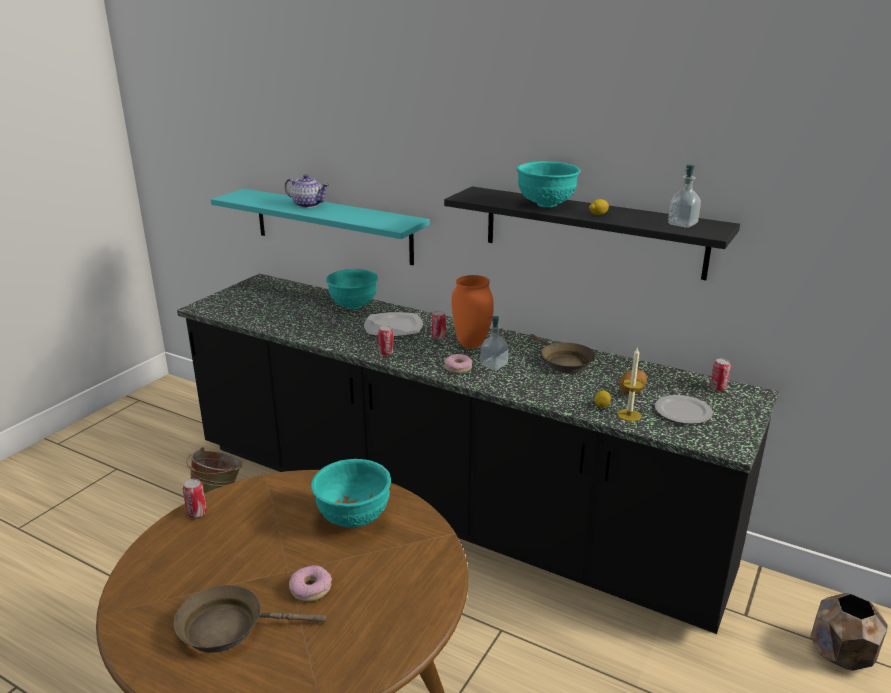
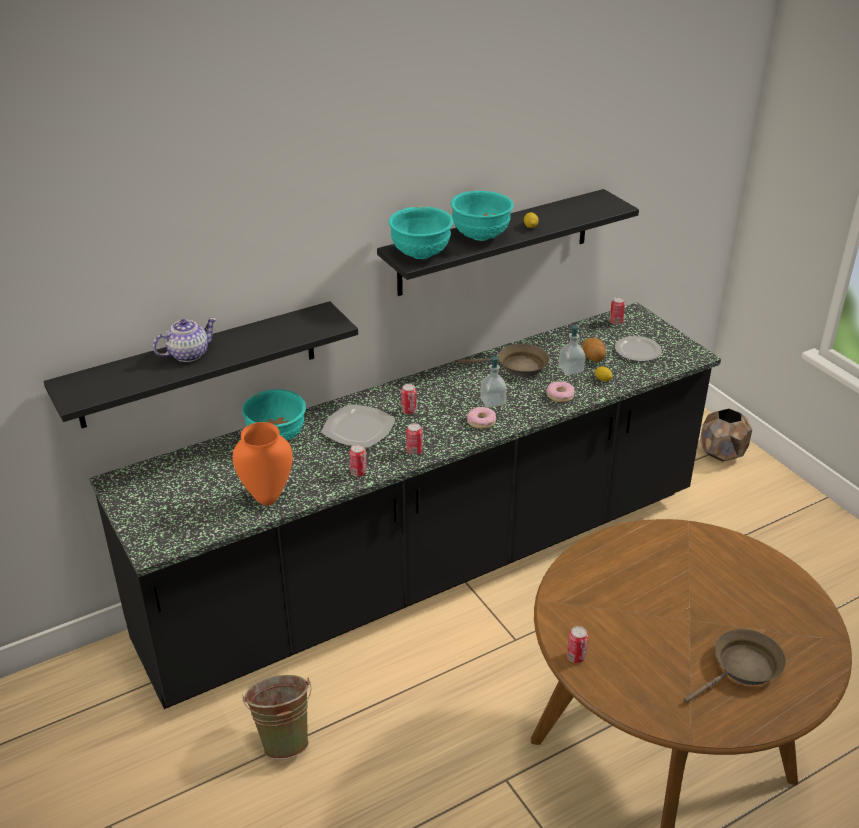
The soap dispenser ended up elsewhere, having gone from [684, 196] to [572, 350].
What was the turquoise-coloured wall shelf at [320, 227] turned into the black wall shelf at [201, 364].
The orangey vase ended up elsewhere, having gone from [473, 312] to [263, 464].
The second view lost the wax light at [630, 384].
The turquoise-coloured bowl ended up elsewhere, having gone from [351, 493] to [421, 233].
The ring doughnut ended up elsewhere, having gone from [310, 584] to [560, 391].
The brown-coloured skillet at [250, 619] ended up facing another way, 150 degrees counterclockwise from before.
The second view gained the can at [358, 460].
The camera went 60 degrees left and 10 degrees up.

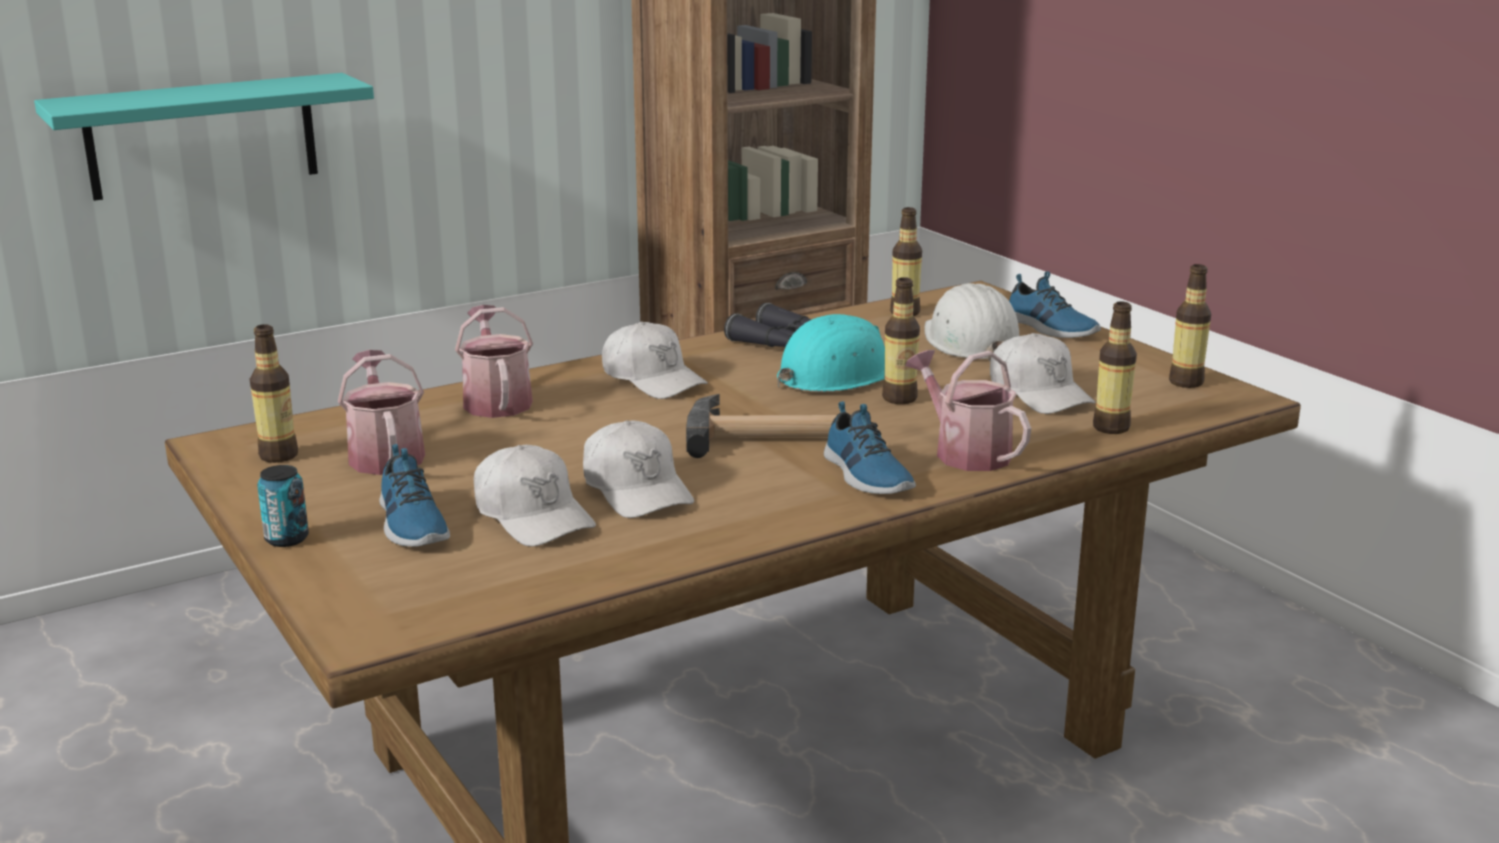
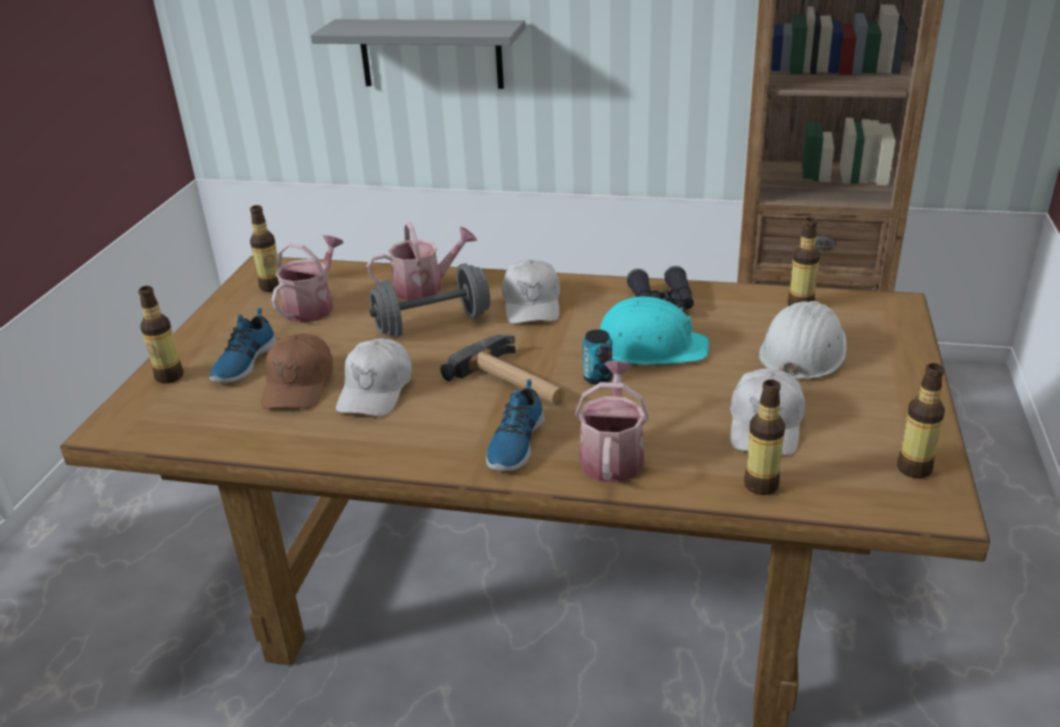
What was the turquoise-coloured wall shelf at [204, 137] turned into the grey wall shelf at [418, 54].
The second view lost the low shoe at [1055, 304].
The bottle ended up elsewhere, having gone from [901, 340] to [161, 334].
The watering can at [494, 361] ended up facing another way, 45 degrees clockwise from before.
What was the whitish baseball cap at [535, 496] turned into the brown-coloured baseball cap at [297, 371].
The can ended up elsewhere, having gone from [283, 506] to [597, 357].
The second view gained the grey free weight at [430, 300].
The camera went 45 degrees right and 10 degrees up.

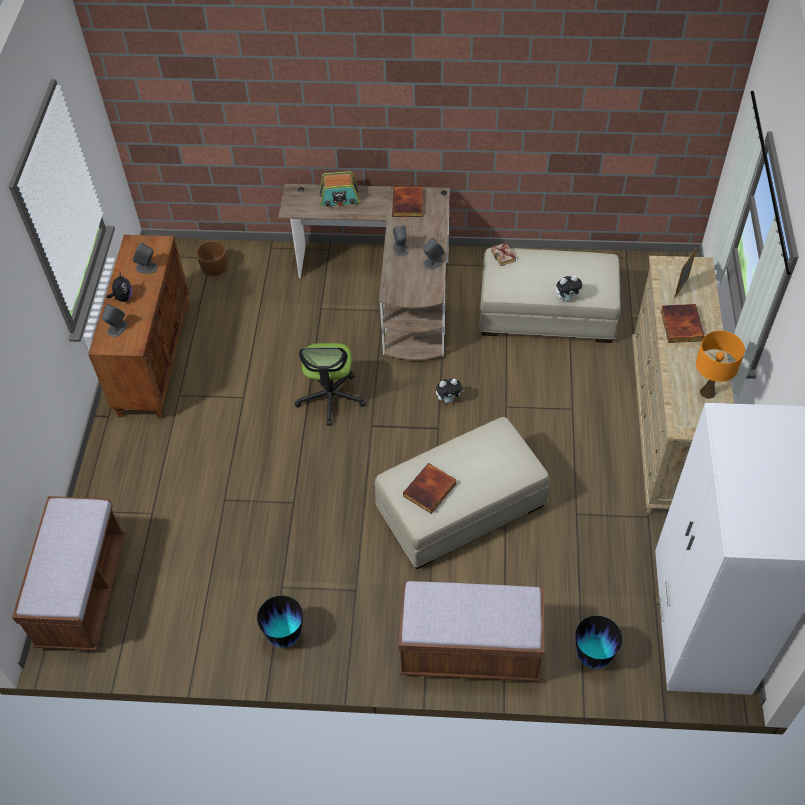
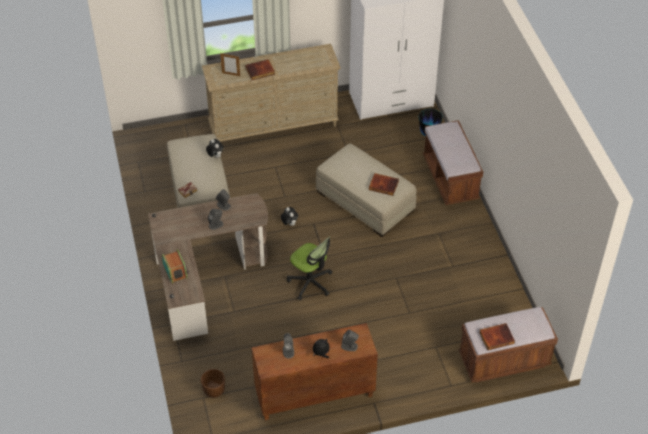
The bound book ended up elsewhere, having gone from [407, 202] to [497, 336].
The second view lost the orangey lamp for a table at [720, 365].
The desk chair at [330, 384] ended up facing another way, 60 degrees clockwise from before.
The second view lost the vase at [280, 622].
The camera went 110 degrees left and 5 degrees down.

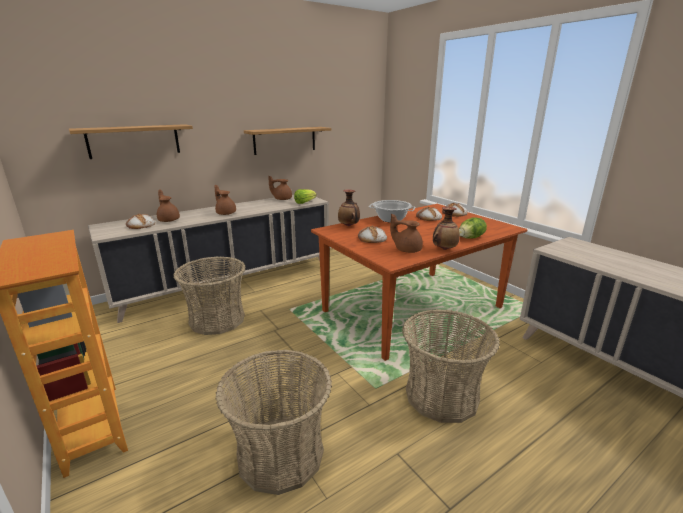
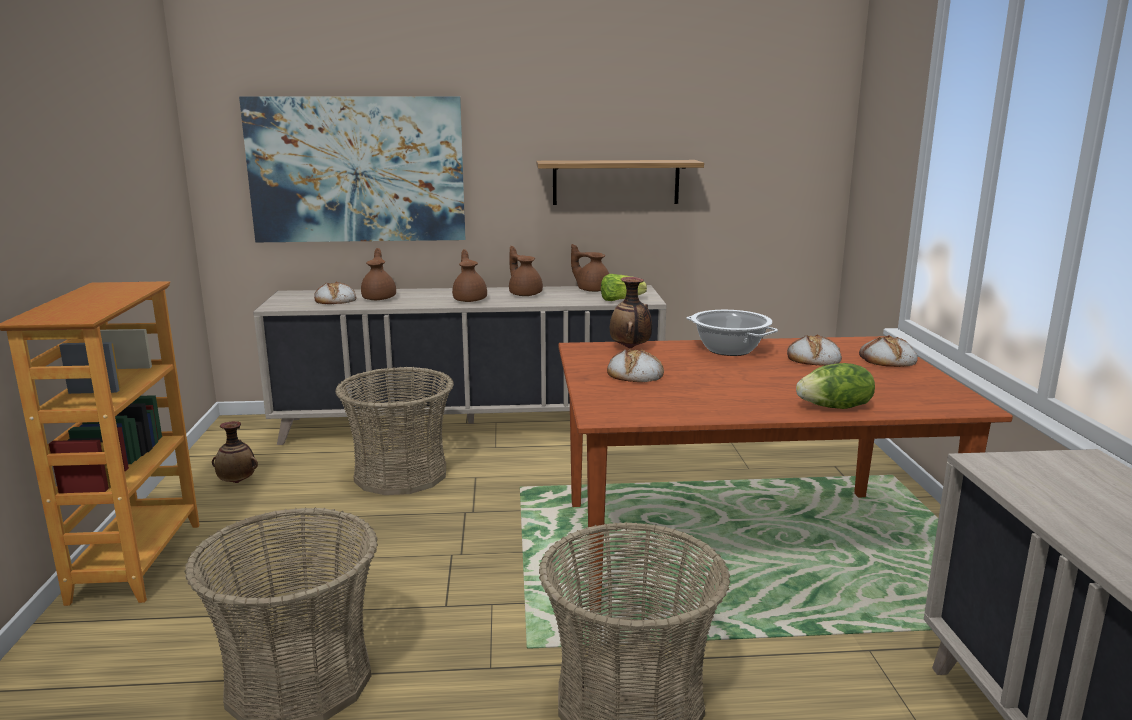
Where the wall shelf hung at [131, 141], the wall picture came to hang at [352, 169].
The vase ended up elsewhere, having gone from [446, 228] to [235, 452].
The brown-coloured pot for tea ended up elsewhere, having gone from [406, 233] to [526, 271].
The camera went 30 degrees right and 5 degrees down.

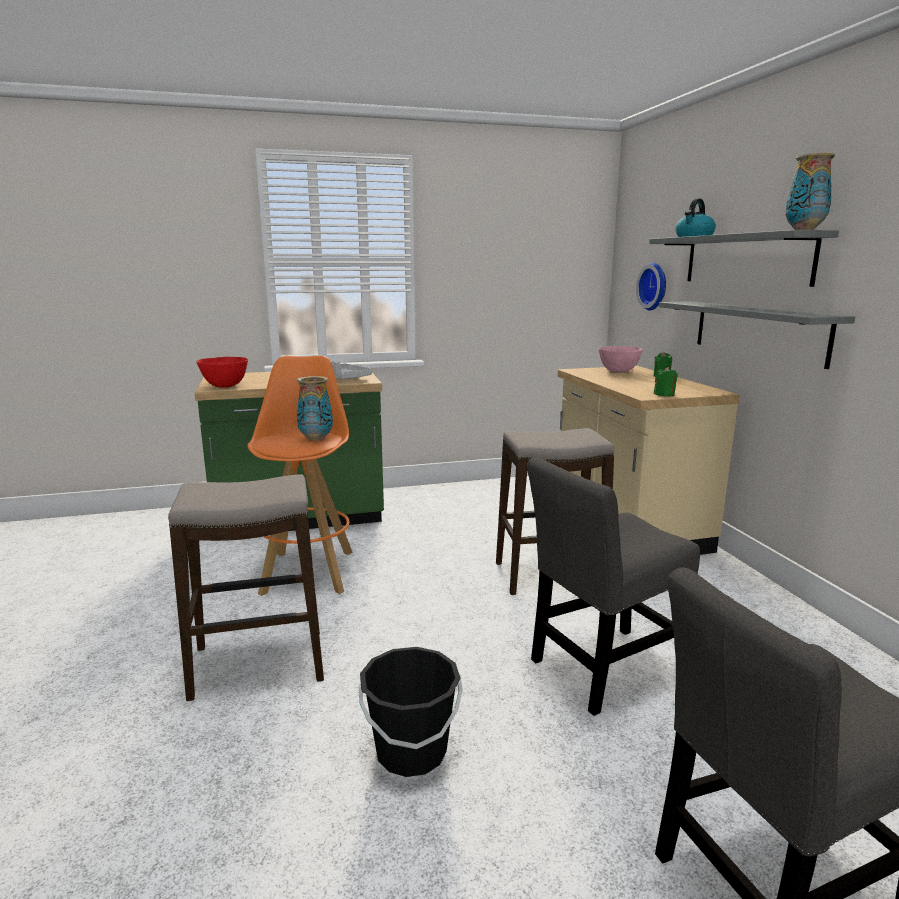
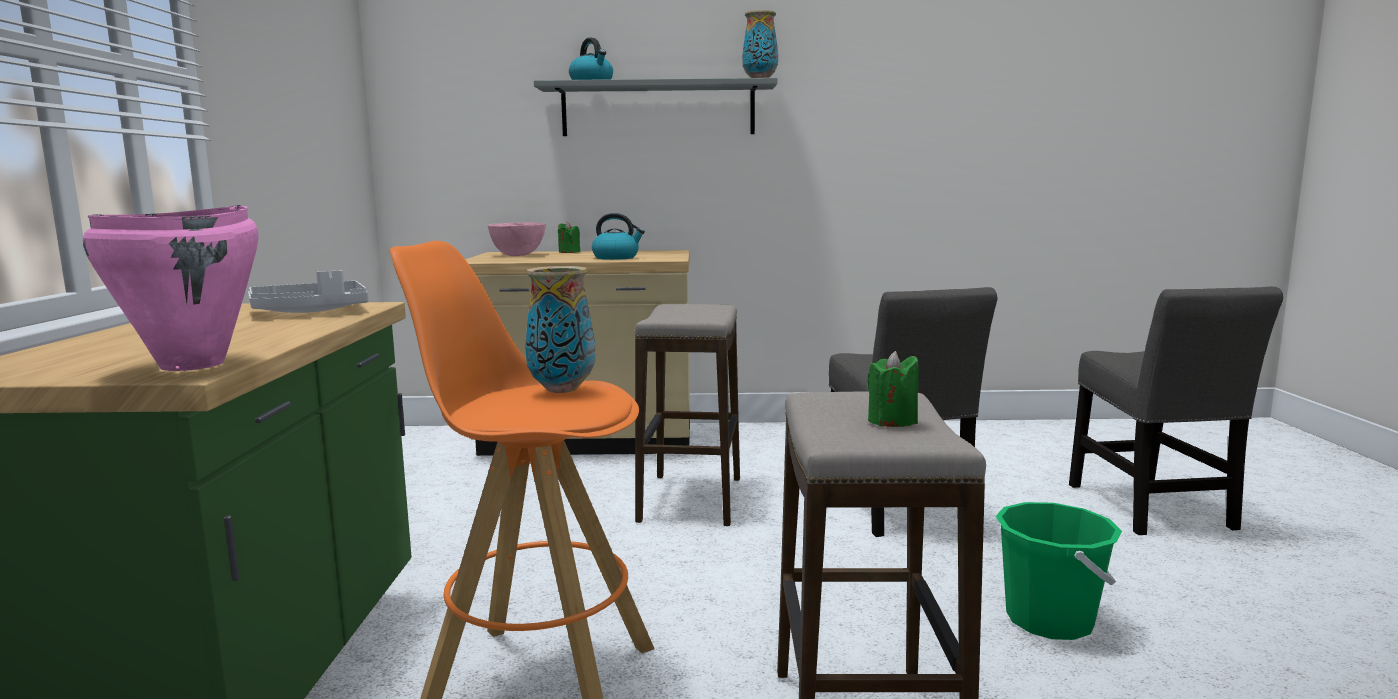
The second view lost the wall clock at [651, 286].
The second view lost the grey wall shelf at [757, 335].
Where the red-coloured bowl stood at [222, 372], the pinkish stockpot came to stand at [171, 288].
The greenish wax light ended up elsewhere, having gone from [666, 382] to [893, 389].
What was the black pail at [410, 712] turned into the greenish pail at [1058, 571].
The second view gained the kettle at [618, 236].
The camera went 75 degrees left and 5 degrees down.

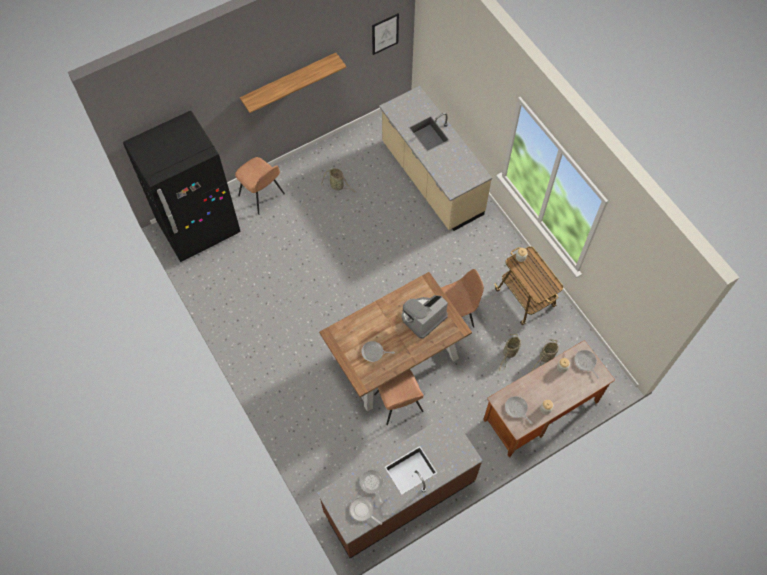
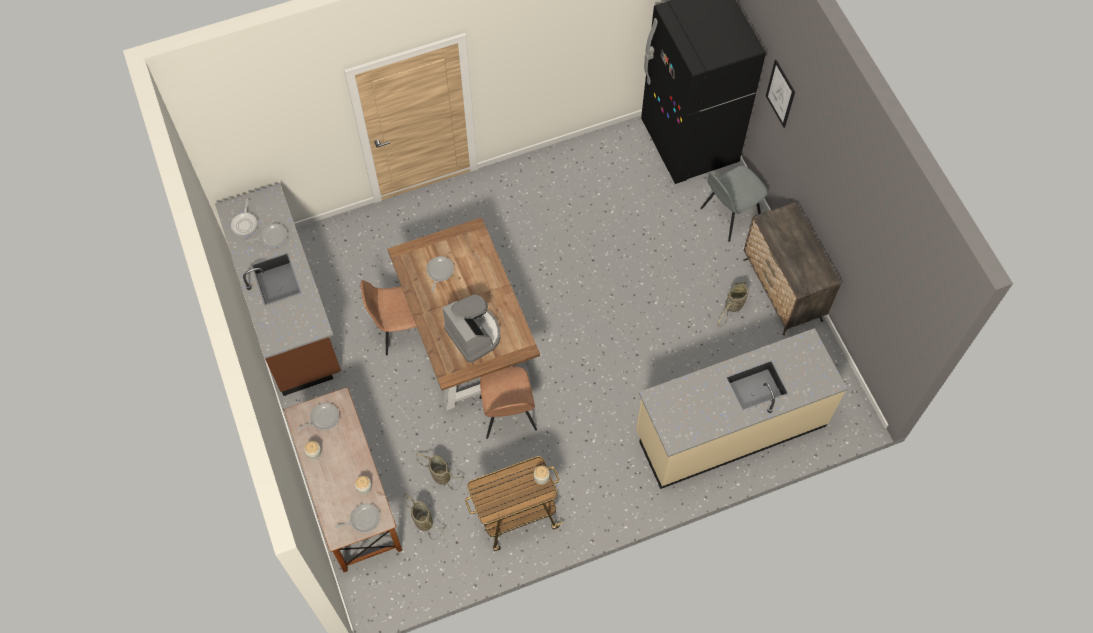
The wall picture ended up elsewhere, having gone from [385, 34] to [780, 93].
The second view lost the wall shelf at [293, 83].
What was the brown-coloured upright chair at [260, 186] turned into the grey upright chair at [734, 204].
The skillet at [365, 511] ended up facing another way, 135 degrees clockwise from before.
The second view gained the chest of drawers at [792, 269].
The camera went 100 degrees right and 0 degrees up.

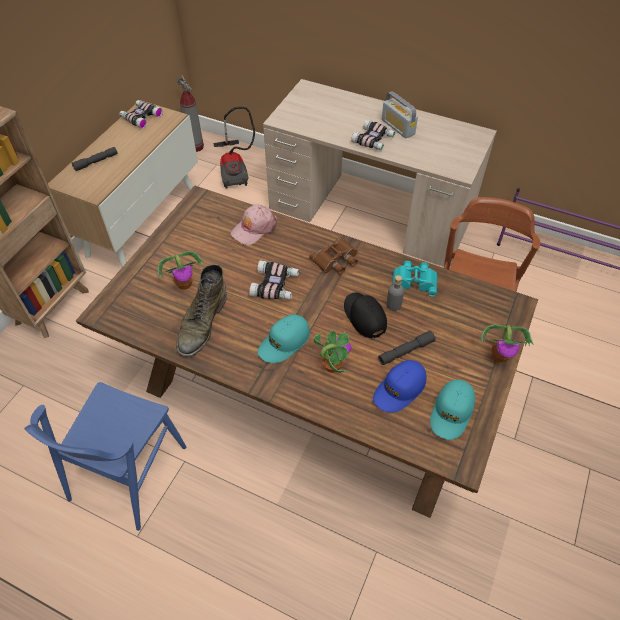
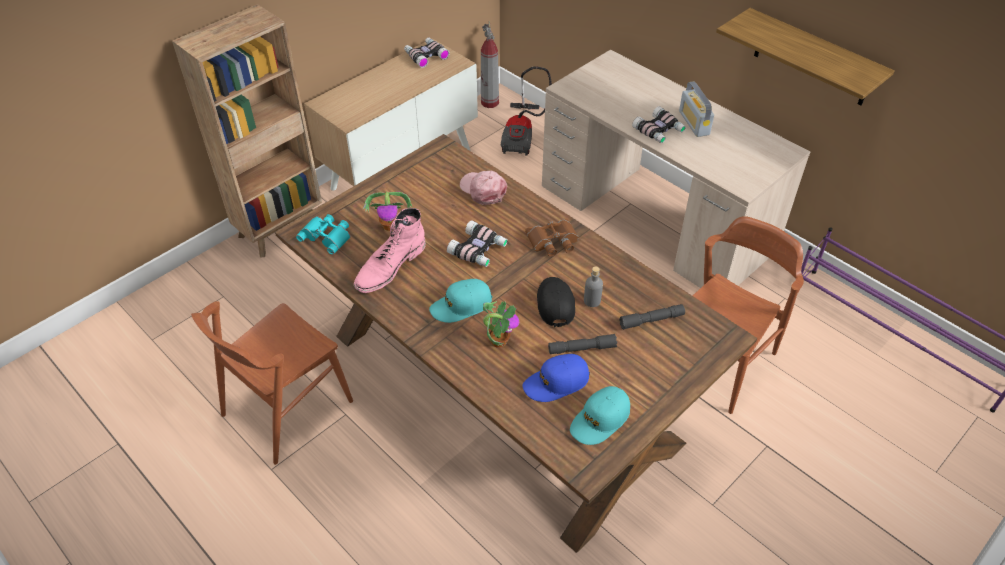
The grey flashlight ended up elsewhere, having gone from [95, 159] to [652, 317].
The pinkish baseball cap at [254, 224] ended up facing another way, 75 degrees clockwise from before.
The turquoise-coloured pair of binoculars ended up elsewhere, having gone from [414, 279] to [323, 234].
What was the greenish high-top boot at [201, 310] turned into the pinkish high-top boot at [390, 250].
The second view lost the plant in a pot at [507, 343].
What was the blue-coloured upright chair at [105, 456] turned into the brown-coloured upright chair at [272, 383].
The second view gained the wall shelf at [805, 57].
The camera went 20 degrees right and 5 degrees down.

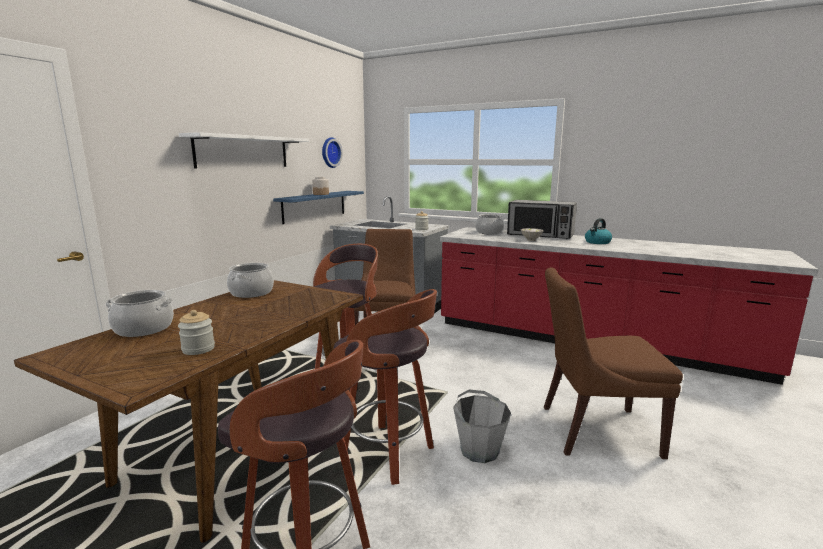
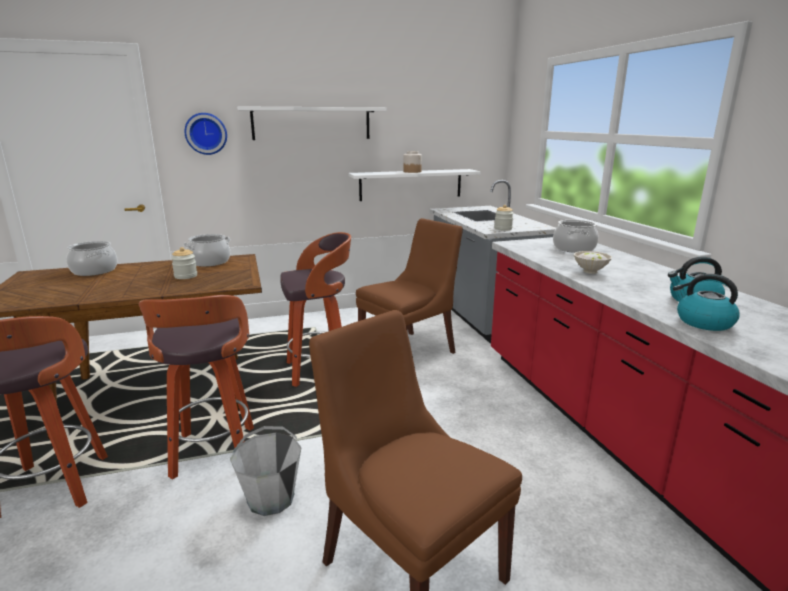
The wall clock ended up elsewhere, having gone from [332, 152] to [205, 134].
What was the blue-coloured wall shelf at [318, 207] turned into the whitish wall shelf at [414, 185].
The second view lost the microwave at [542, 219].
The preserve jar ended up elsewhere, having gone from [196, 332] to [184, 263].
The second view gained the kettle at [706, 302].
The camera went 45 degrees right and 5 degrees up.

